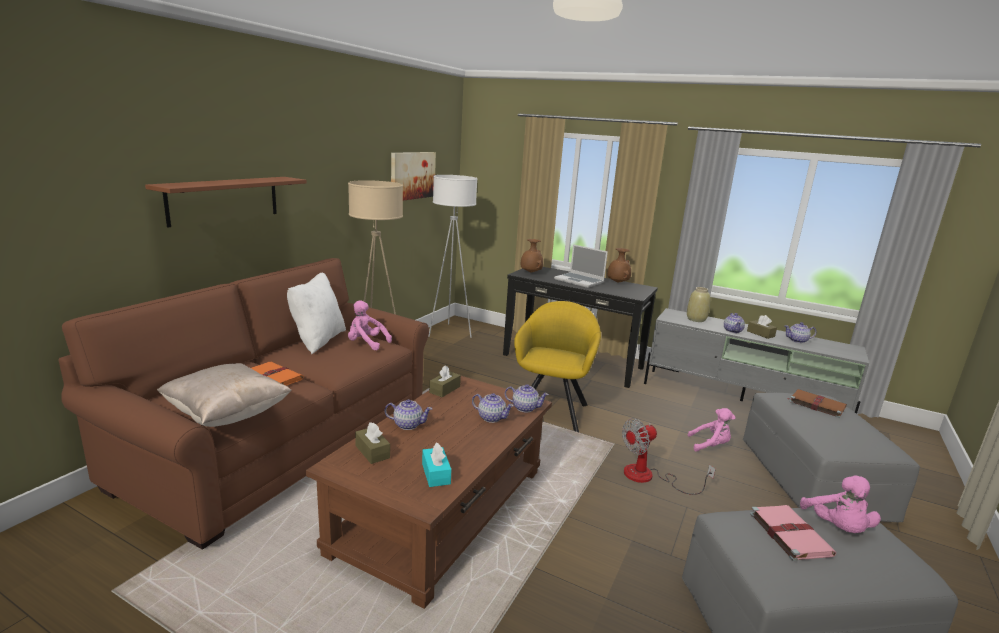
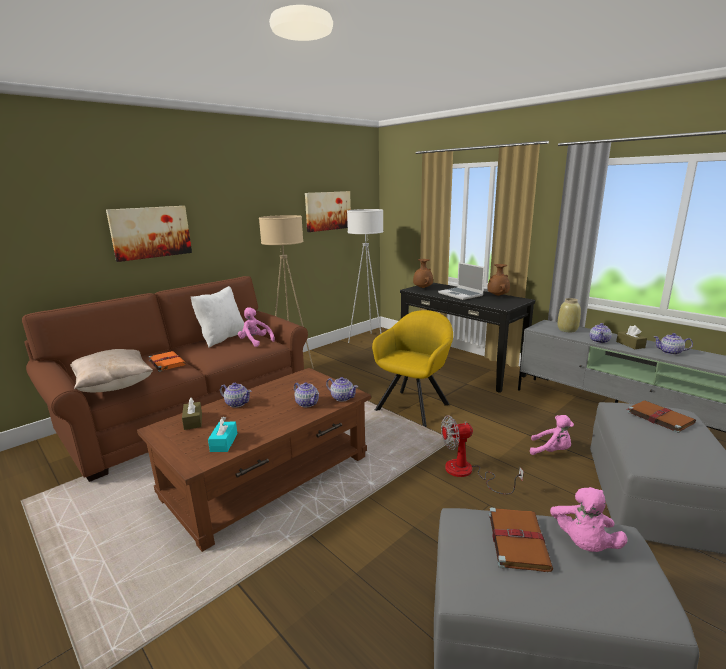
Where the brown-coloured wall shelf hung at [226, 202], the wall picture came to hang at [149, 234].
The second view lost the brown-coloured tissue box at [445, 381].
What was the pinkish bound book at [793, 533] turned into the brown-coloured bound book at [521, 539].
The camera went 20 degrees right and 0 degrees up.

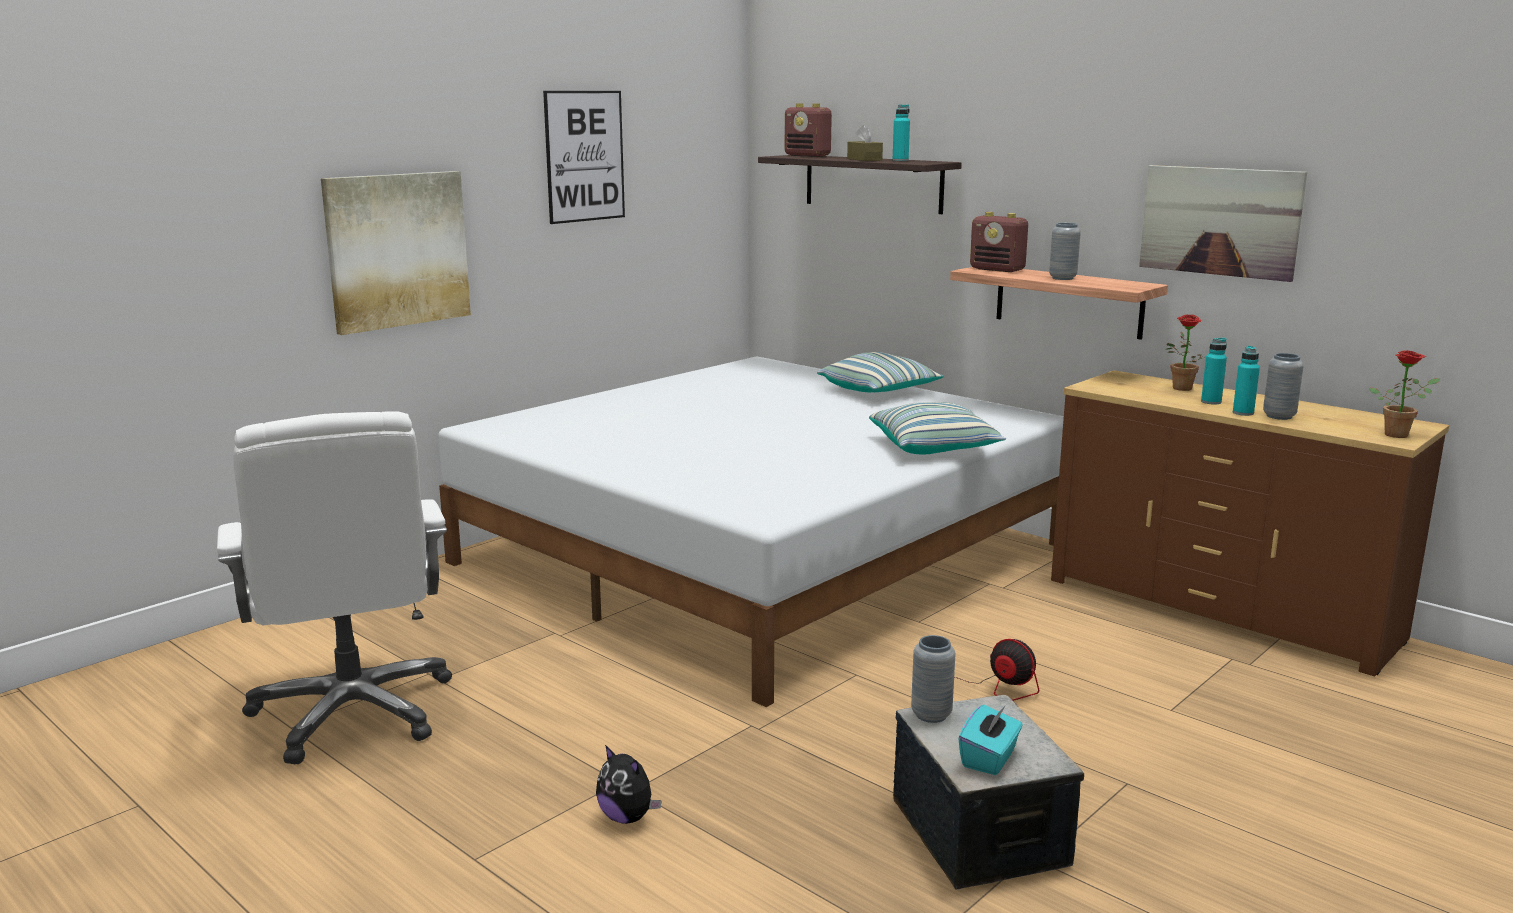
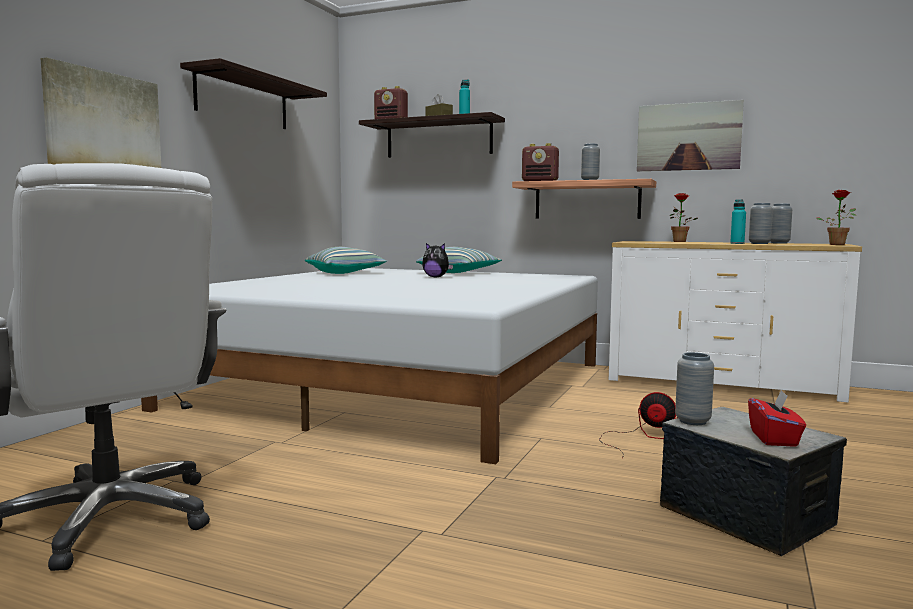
Where the wall picture hung at [584, 157], the wall shelf came to hang at [253, 93].
The second view lost the turquoise-coloured bottle at [1214, 371].
What was the brown-coloured chest of drawers at [1250, 523] turned into the whitish chest of drawers at [735, 321].
The pillow ended up elsewhere, having gone from [938, 428] to [346, 260].
What was the turquoise-coloured tissue box at [990, 740] turned into the red-coloured tissue box at [777, 418].
The plush toy ended up elsewhere, having gone from [629, 784] to [437, 260].
The second view gained the grey vase at [781, 224].
The camera went 20 degrees left and 10 degrees down.

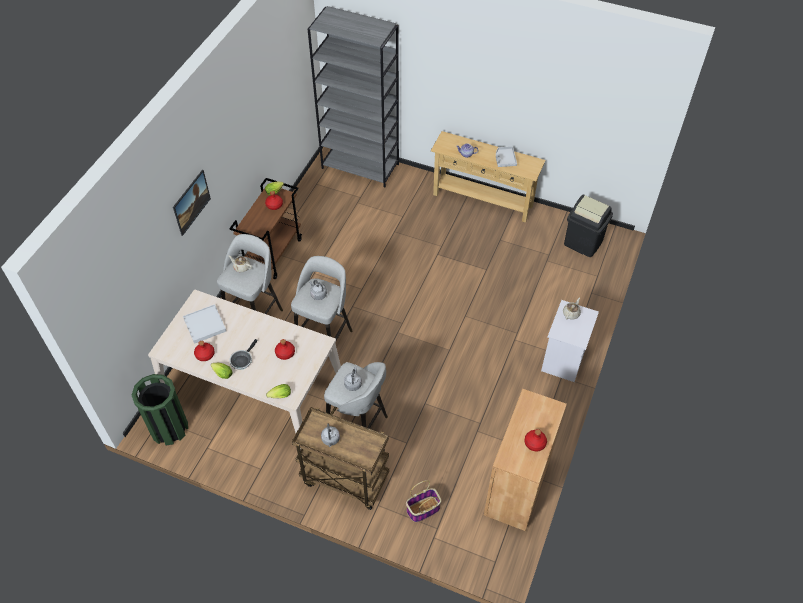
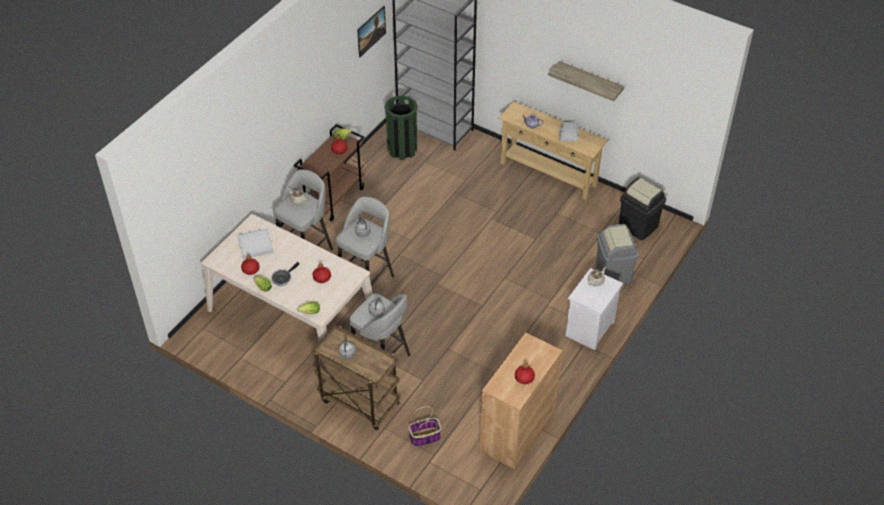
The wall picture ended up elsewhere, having gone from [192, 203] to [371, 31].
The greenish trash can ended up elsewhere, having gone from [160, 410] to [401, 127].
The second view gained the wall shelf at [586, 81].
The second view gained the grey trash can at [617, 254].
The camera went 10 degrees right and 5 degrees down.

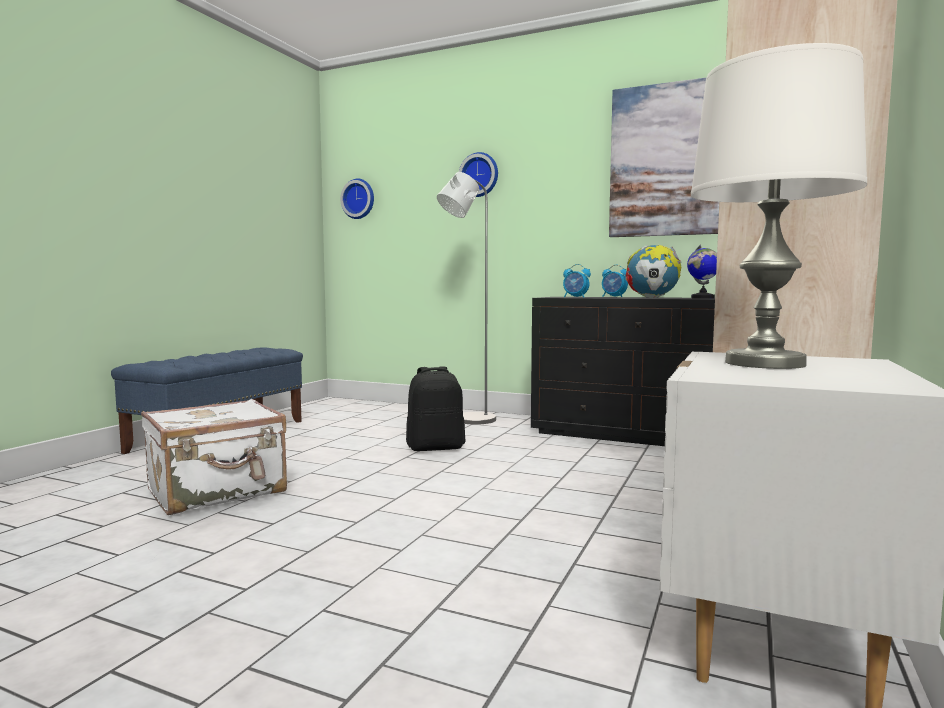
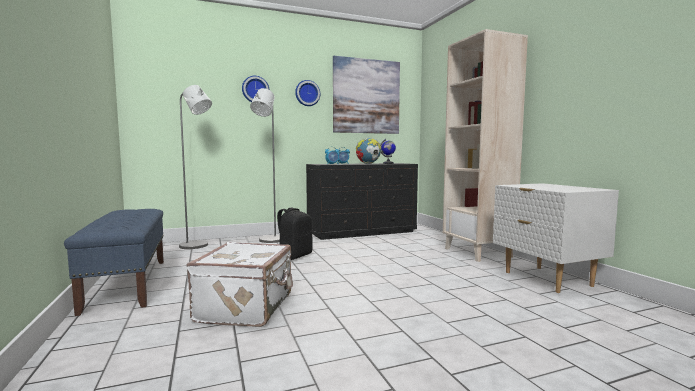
The second view lost the whitish lamp for a table at [779, 206].
The wall clock ended up elsewhere, having gone from [357, 198] to [307, 93].
The second view gained the grey floor lamp at [195, 167].
The camera went 45 degrees left and 0 degrees up.

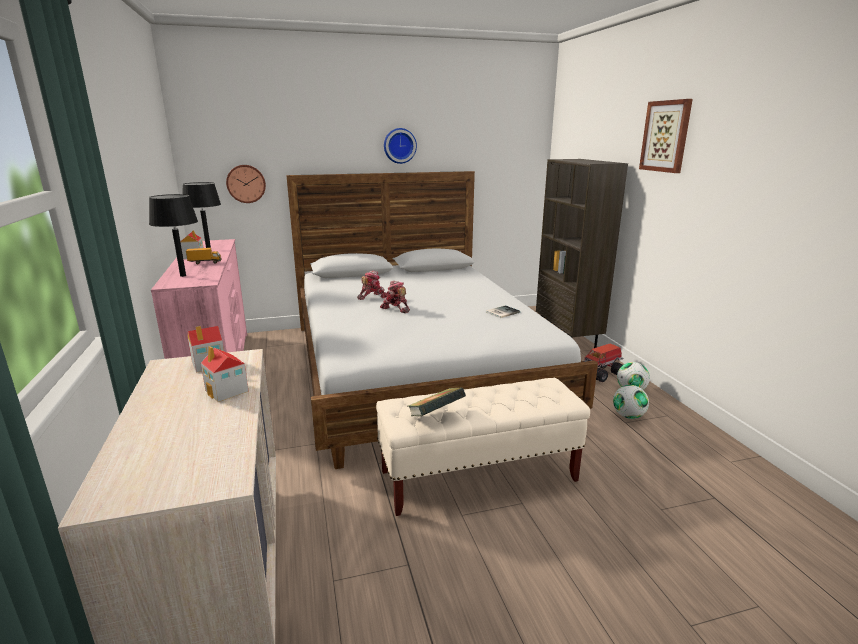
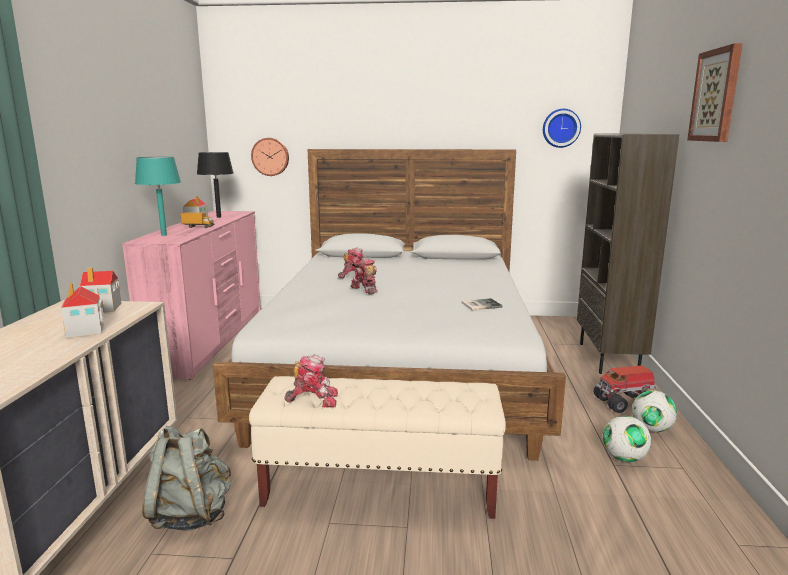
The wall clock ended up elsewhere, having gone from [400, 146] to [562, 128].
What was the black lamp for a table at [173, 235] turned into the turquoise-coloured lamp for a table at [158, 196].
Where the bound book stood at [437, 401], the model robot came to stand at [311, 380].
The second view gained the grey rucksack at [186, 478].
The camera went 20 degrees right and 5 degrees down.

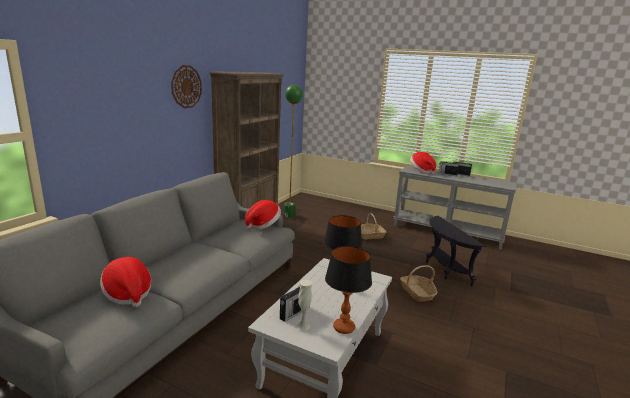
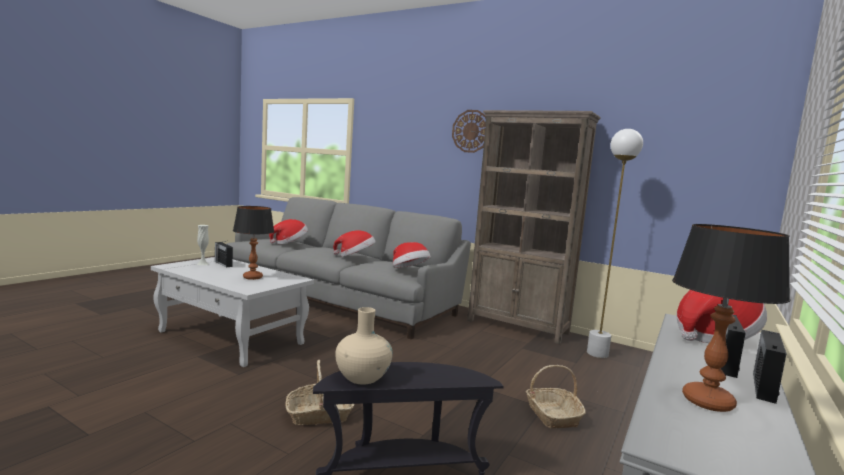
What was the greenish floor lamp at [293, 151] turned into the whitish floor lamp at [615, 243].
The lamp for a table ended up elsewhere, having gone from [348, 290] to [731, 318].
The second view gained the wearable hat at [354, 243].
The second view gained the beige-coloured vase at [364, 346].
The camera went 95 degrees right and 10 degrees down.

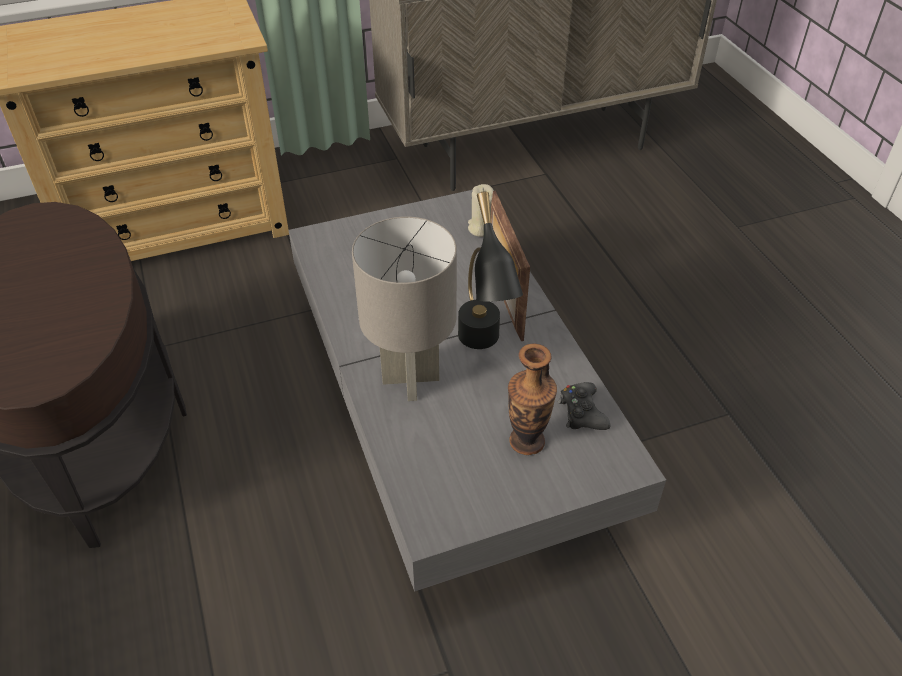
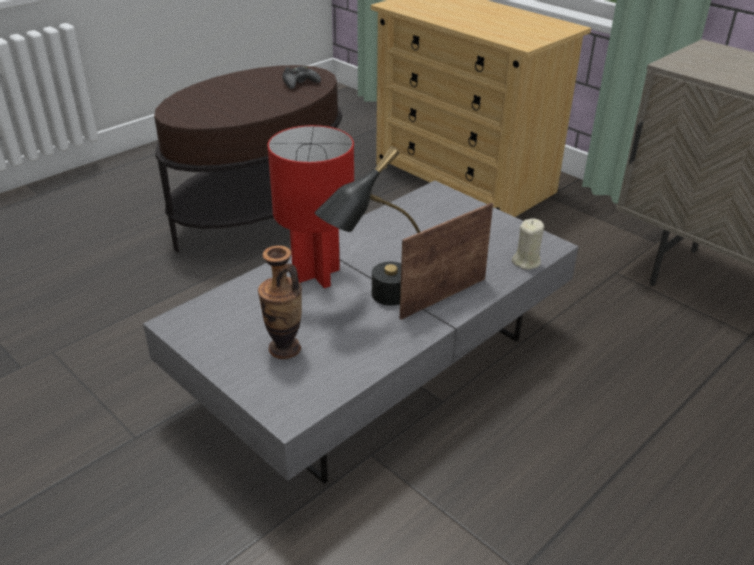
What was the grey lamp for a table at [404, 309] turned into the red-coloured lamp for a table at [311, 206].
The black gamepad ended up elsewhere, having gone from [584, 406] to [302, 77].
The camera went 65 degrees right and 10 degrees down.

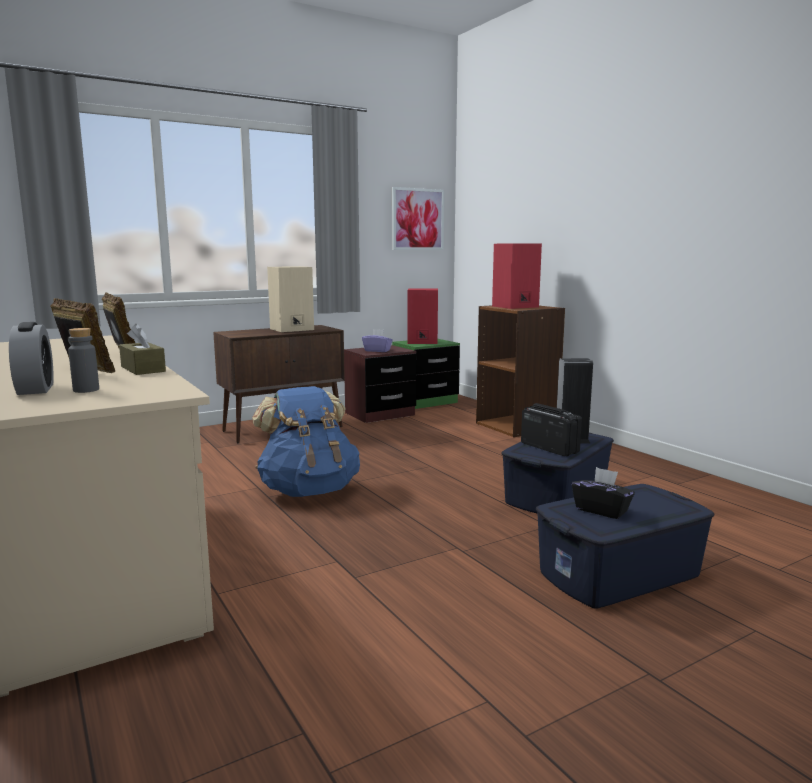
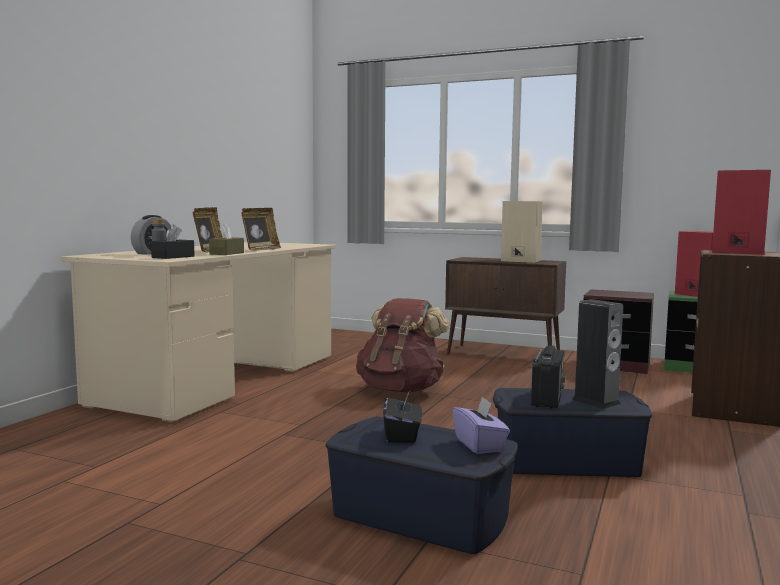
The second view lost the wall picture at [418, 218].
The purple tissue box ended up elsewhere, having gone from [377, 340] to [481, 425].
What was the blue-coloured rucksack at [306, 441] turned into the brown-coloured rucksack at [403, 345].
The second view gained the black tissue box at [173, 241].
The camera went 55 degrees right and 5 degrees down.

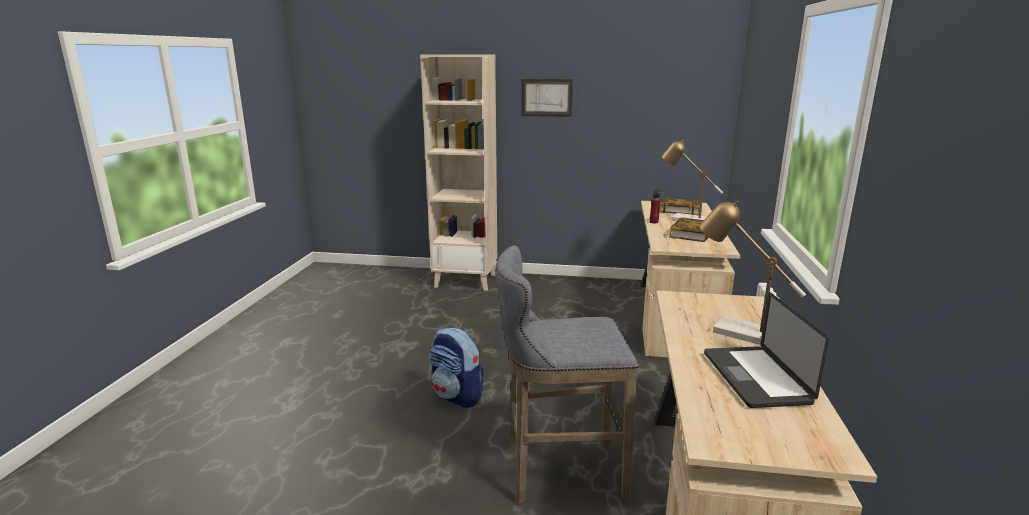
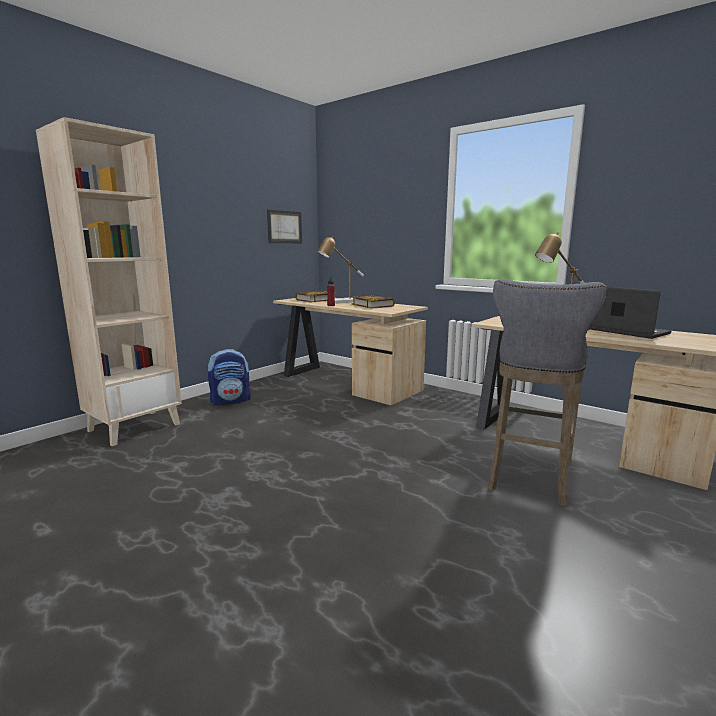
The wall picture ended up elsewhere, having gone from [547, 98] to [284, 226].
The laptop at [766, 350] ended up facing another way, 150 degrees counterclockwise from before.
The rucksack ended up elsewhere, having gone from [457, 368] to [229, 377].
The camera went 60 degrees left and 5 degrees down.

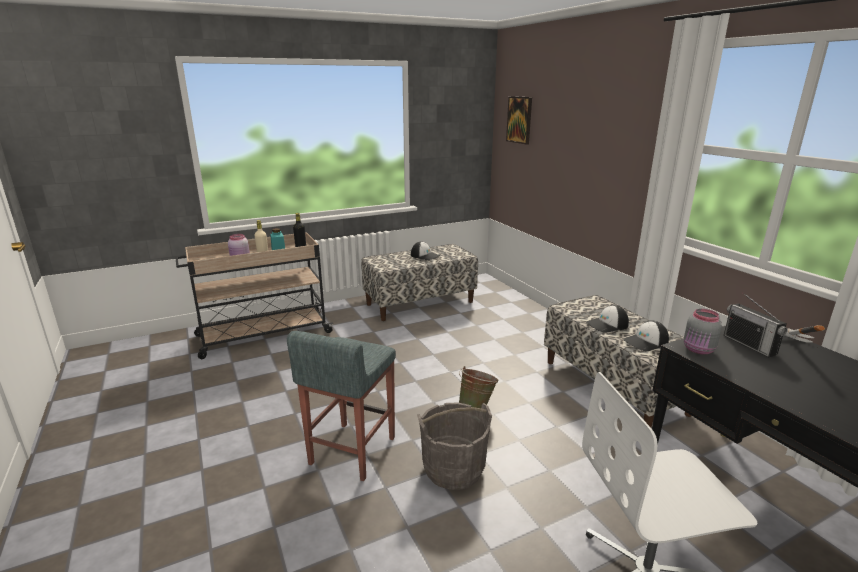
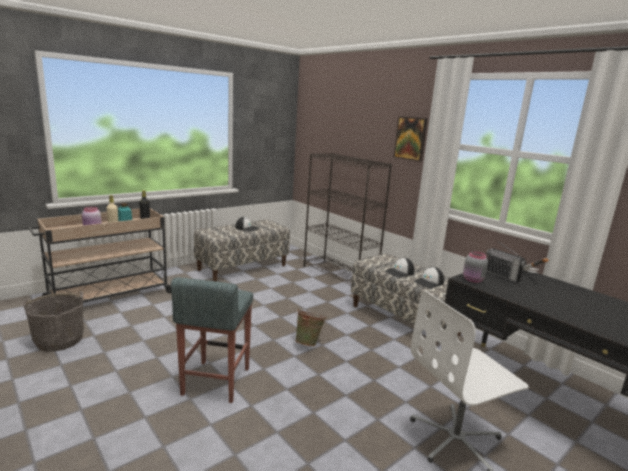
The wall picture ended up elsewhere, having gone from [519, 120] to [410, 139].
The grey pail ended up elsewhere, having gone from [454, 446] to [53, 322].
The second view gained the black bookshelf at [348, 219].
The camera went 15 degrees left and 5 degrees down.

